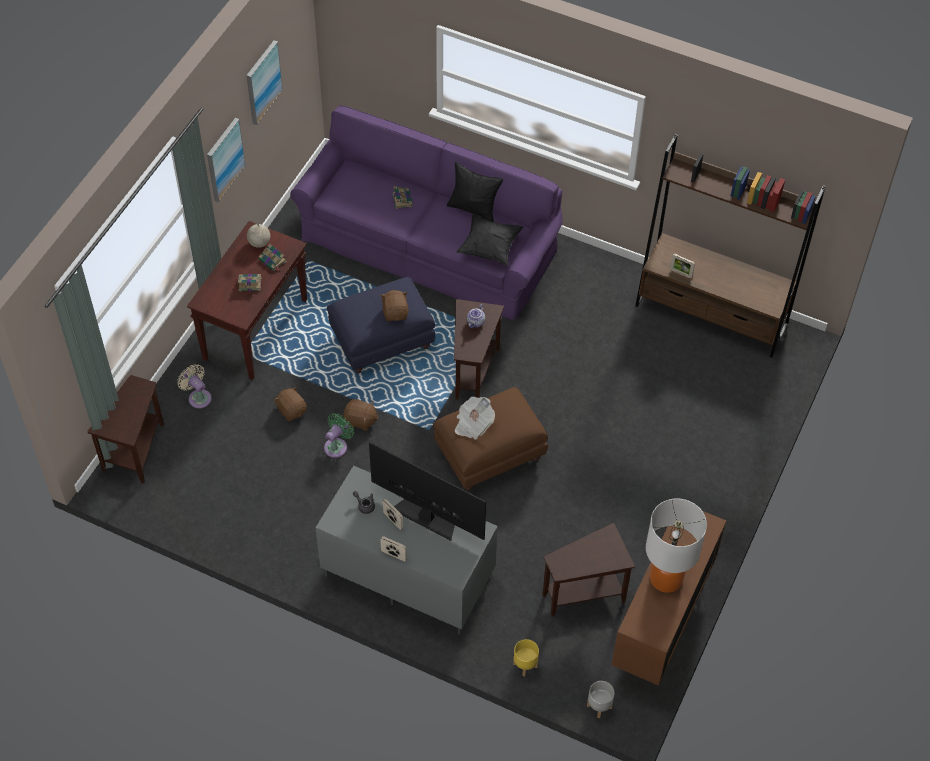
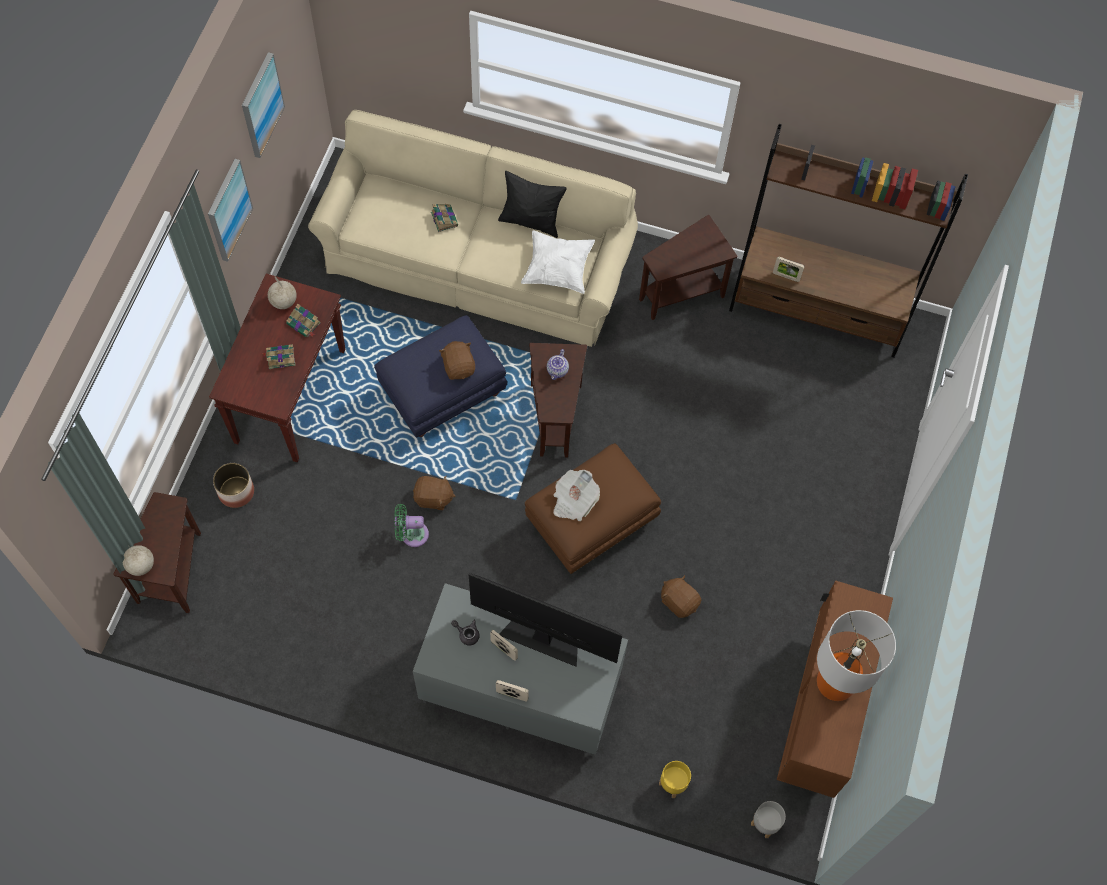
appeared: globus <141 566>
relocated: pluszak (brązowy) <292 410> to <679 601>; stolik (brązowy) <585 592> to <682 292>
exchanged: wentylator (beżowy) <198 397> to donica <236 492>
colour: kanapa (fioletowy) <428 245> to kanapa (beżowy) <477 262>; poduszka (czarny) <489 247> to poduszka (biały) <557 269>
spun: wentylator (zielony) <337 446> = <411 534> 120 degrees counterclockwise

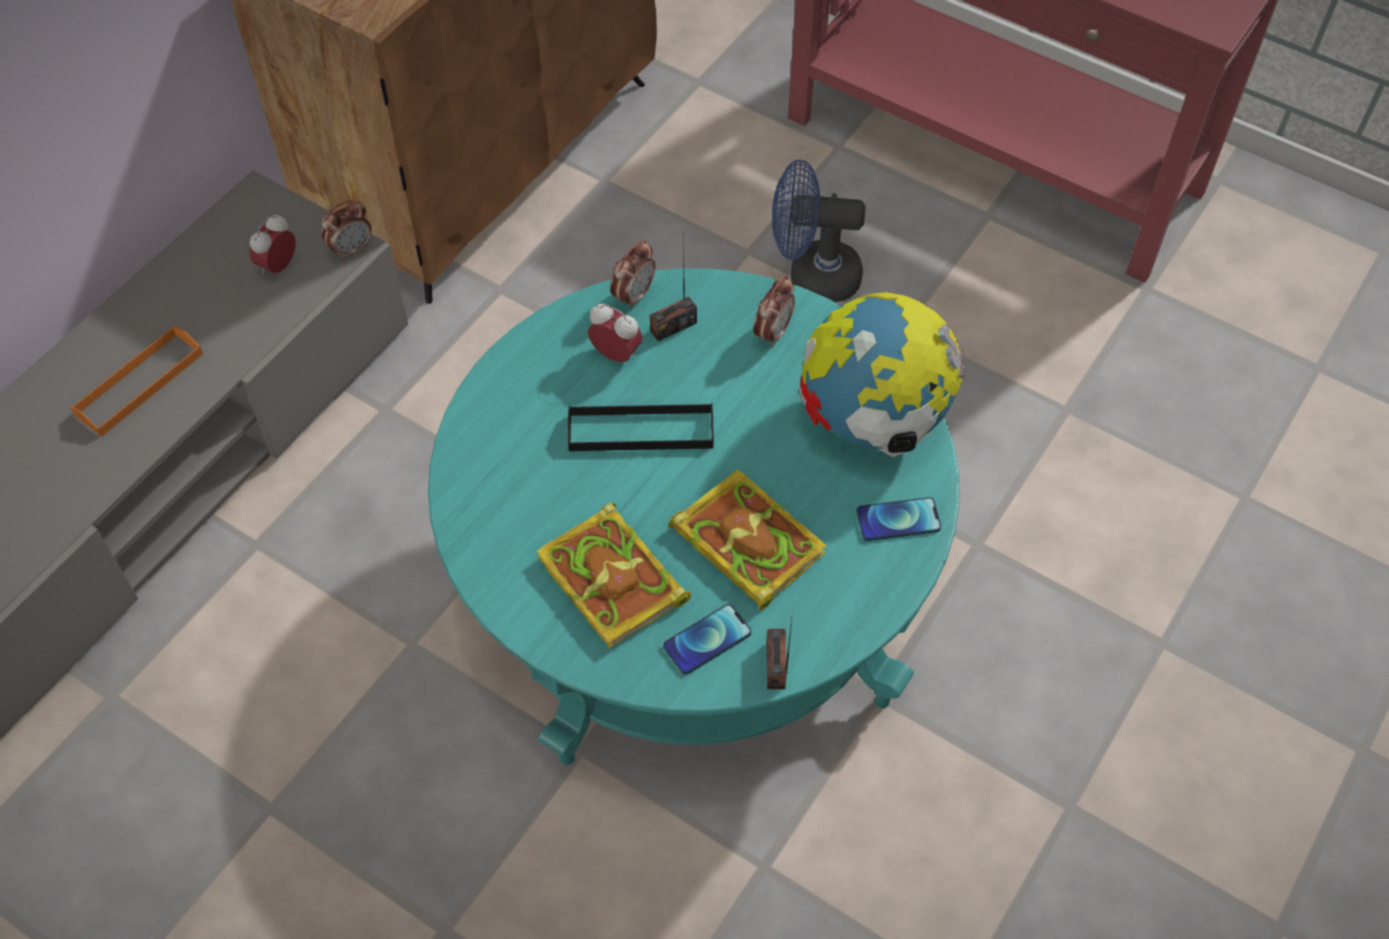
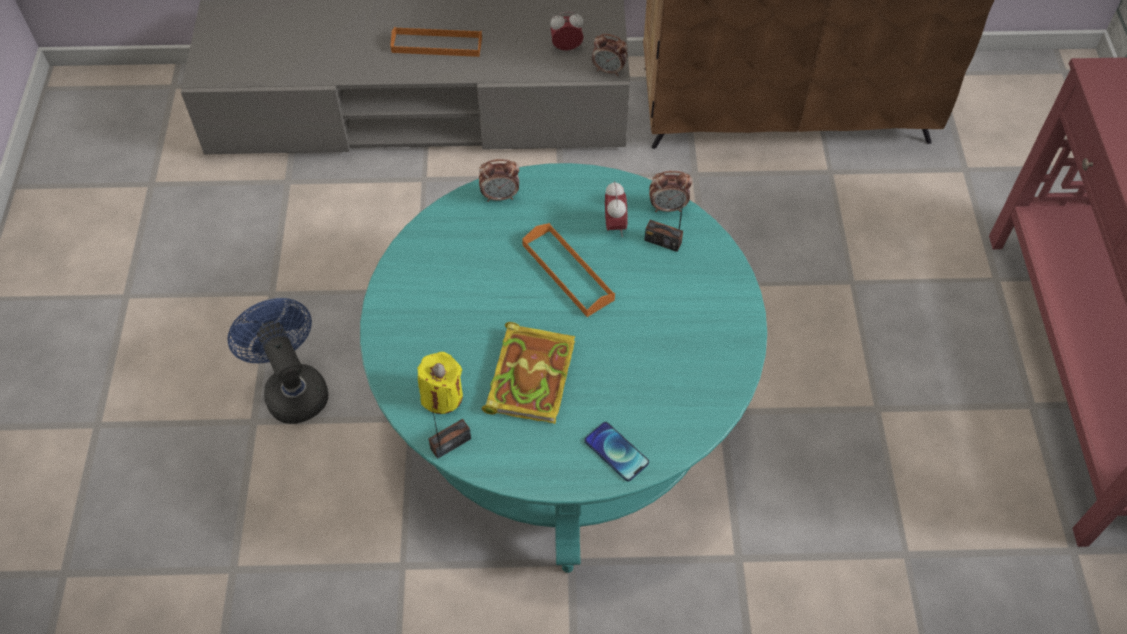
missing: globus <873 420>; książka <615 581>
relocated: wentylator (niebieski) <812 276> to <292 388>; budzik <773 333> to <500 196>
exchanged: telefon <707 640> to świeca (żółty) <442 396>
colour: taca (czarny) <641 431> to taca (pomarańczowy) <567 272>

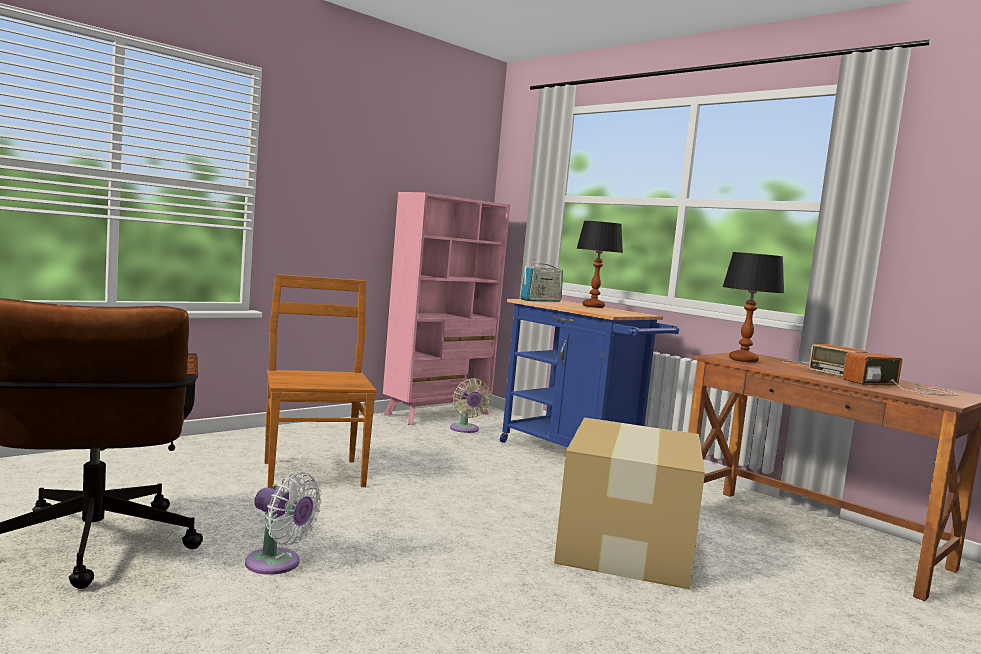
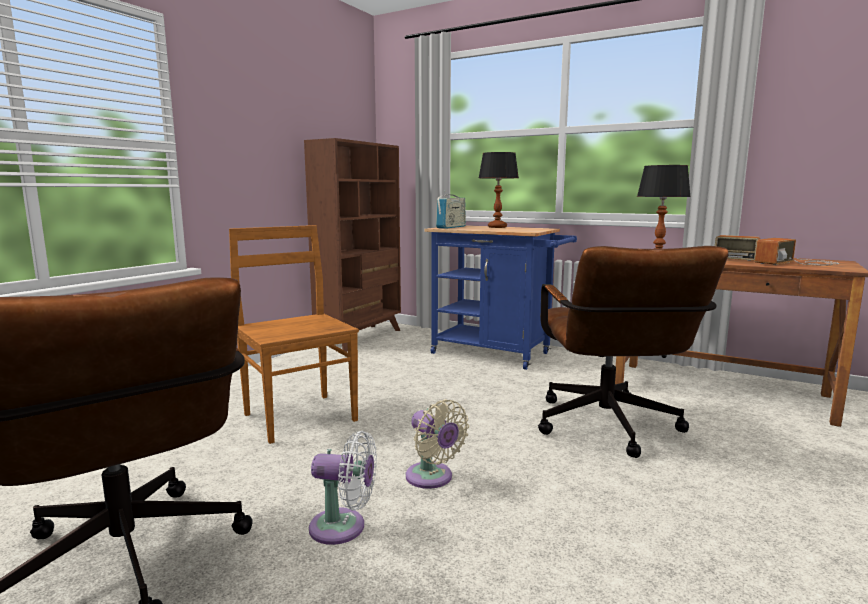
relocated: wentylator (beżowy) <465 429> to <432 478>
exchanged: karton <623 546> to krzesło biurowe (brązowy) <609 430>
colour: regał (różowy) <438 414> to regał (brązowy) <360 337>

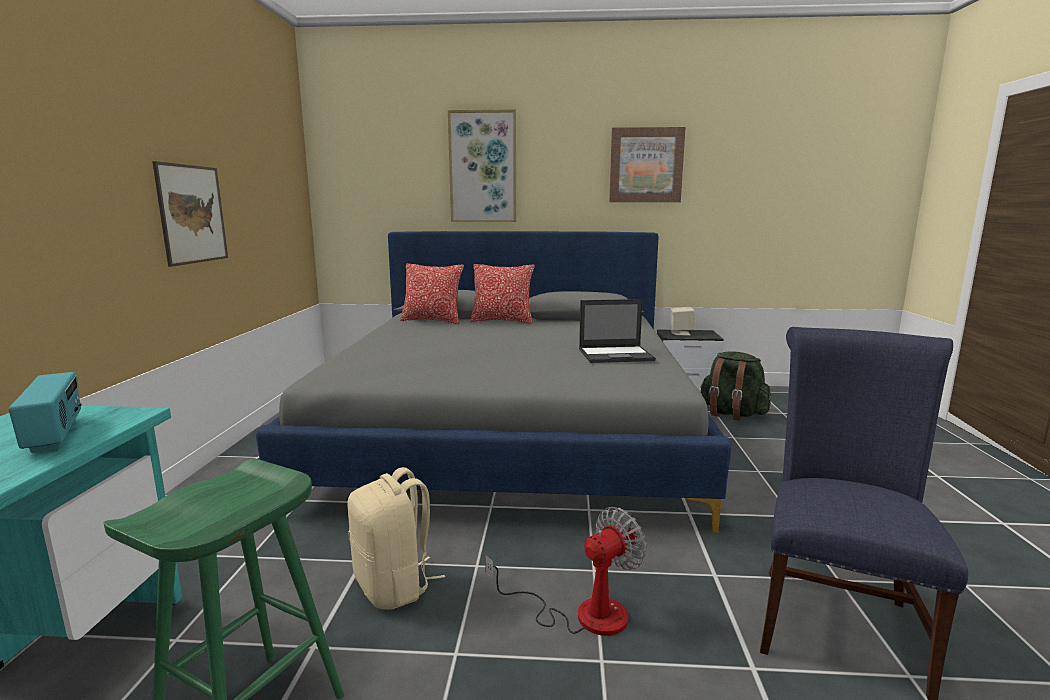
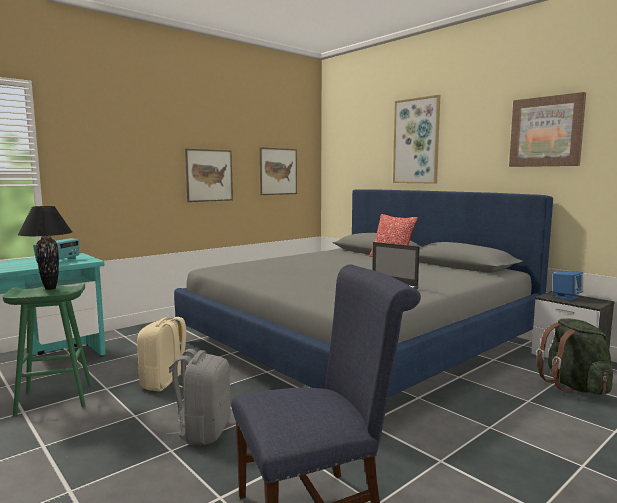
missing: poduszka <432 321>
appeared: obraz <278 171>; lampa stołowa (czarny) <50 288>
exchanged: wentylator <583 614> to plecak (szary) <203 431>
colour: głośnik (beżowy) <681 333> to głośnik (niebieski) <566 297>

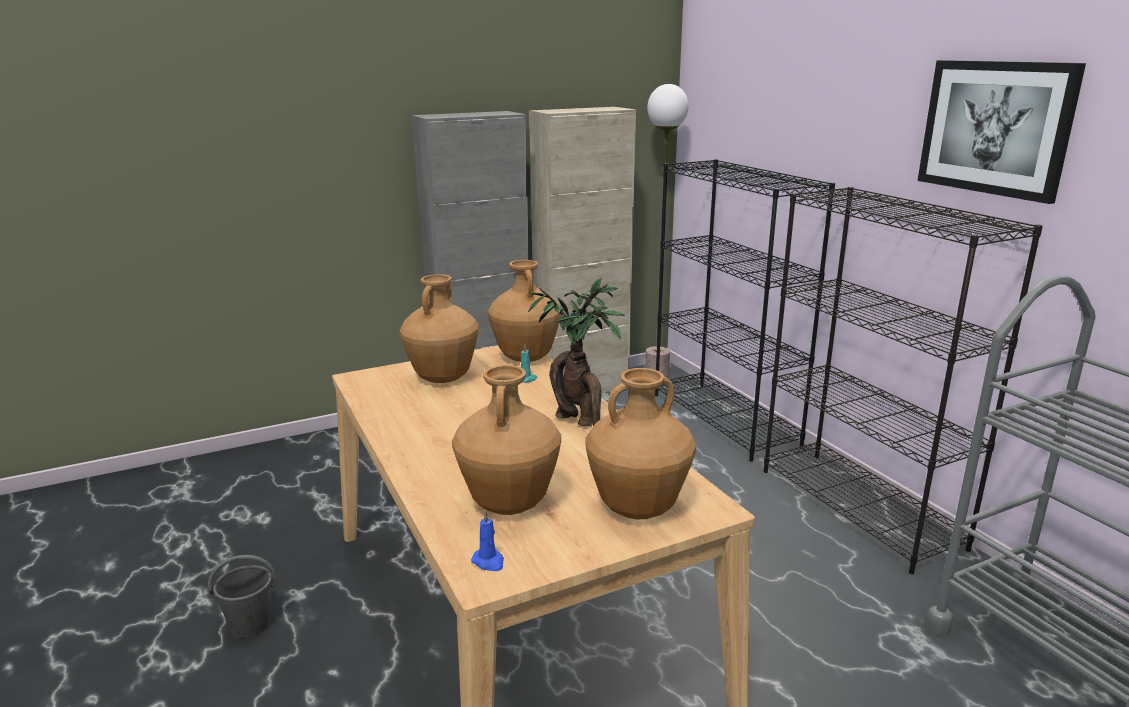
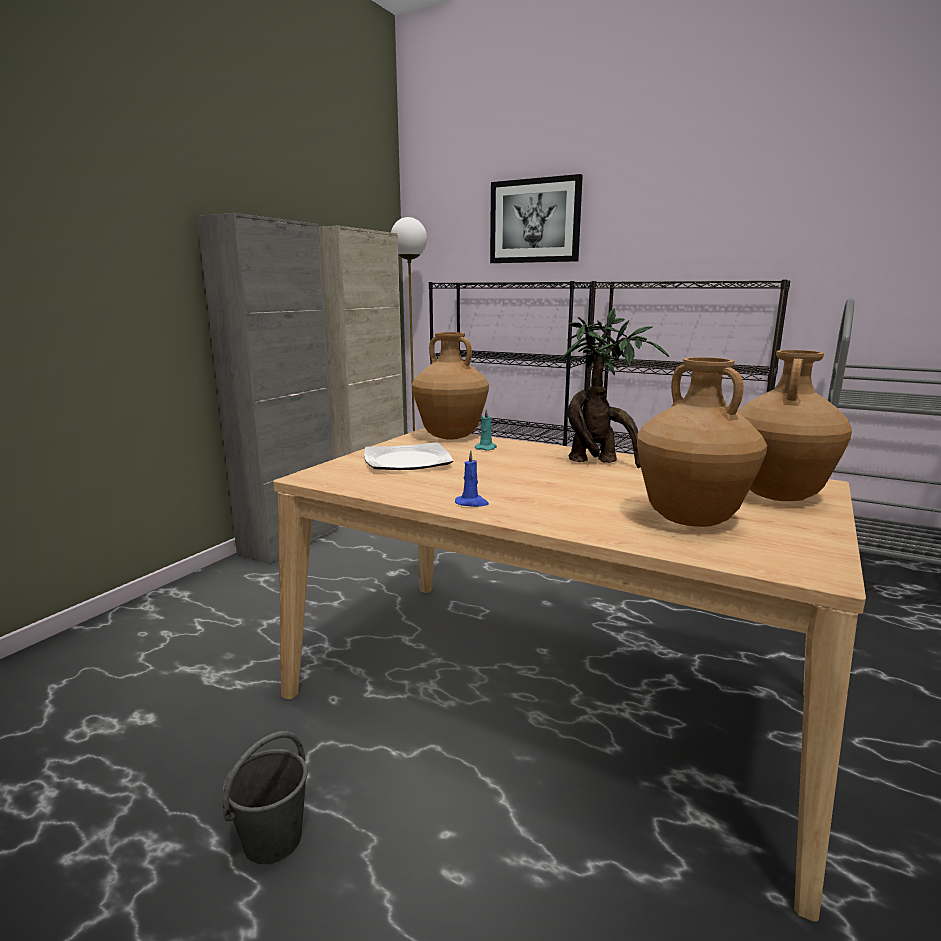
relocated: obraz <995 128> to <535 221>; świeca (niebieski) <489 562> to <472 503>
exchanged: wazon (brązowy) <443 378> to talerz <406 461>

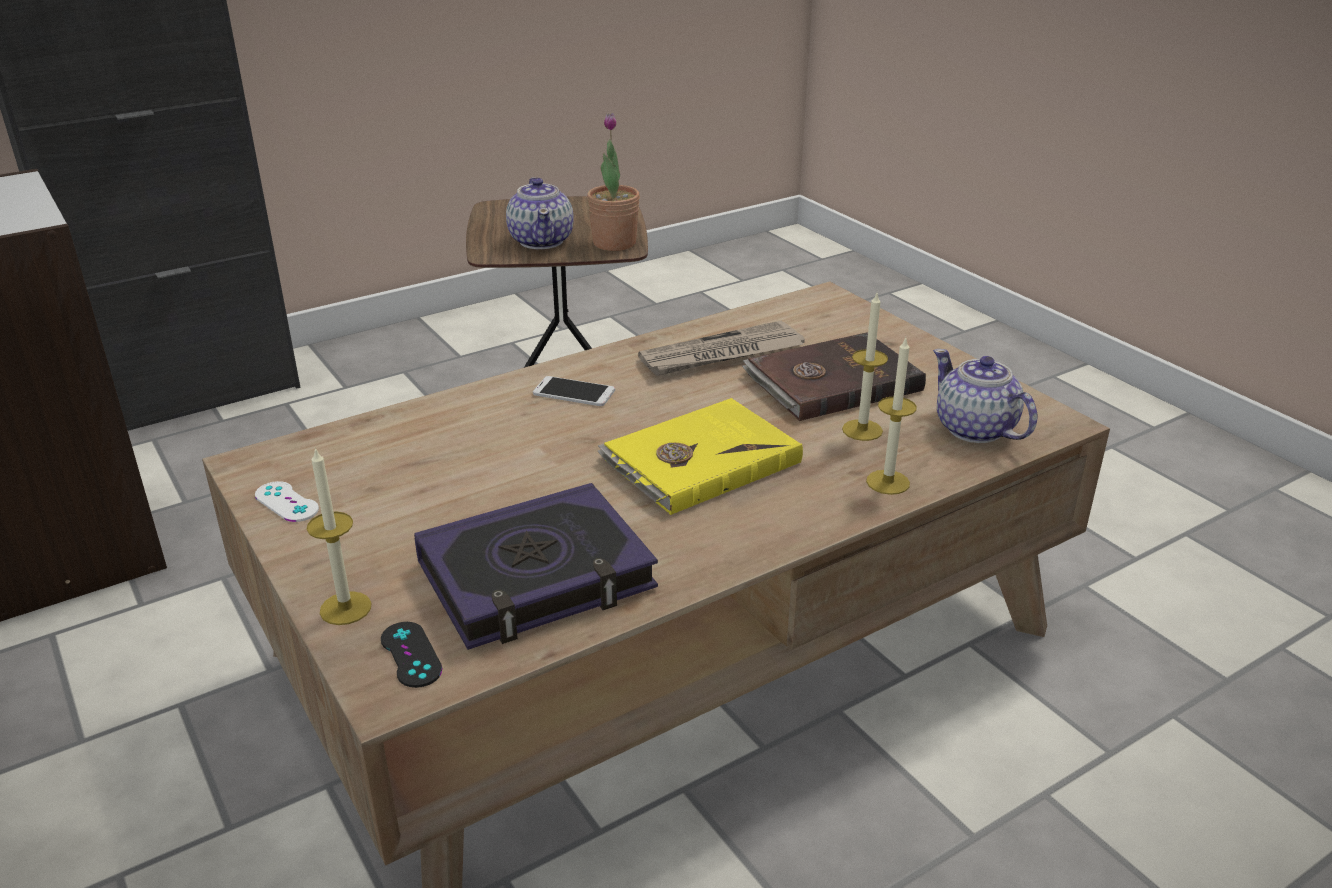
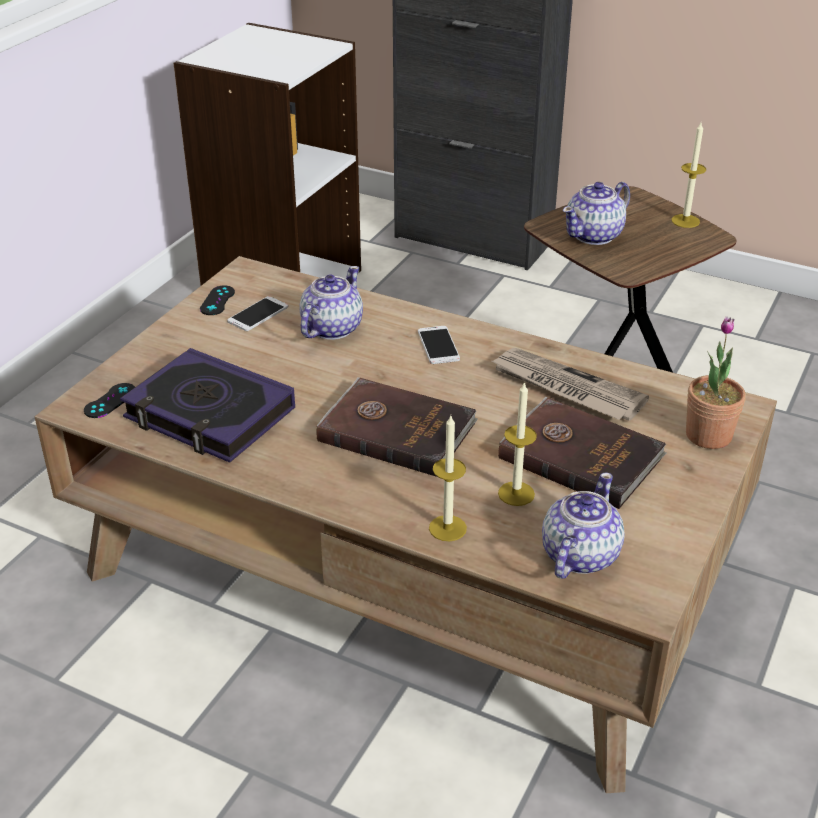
appeared: imbryk <331 328>; telefon <258 314>
relocated: roślina doniczkowa <614 243> to <708 435>; świeca <345 608> to <685 221>
colour: książka (żółty) <699 461> to książka (brązowy) <396 430>; pad do gier (biały) <286 502> to pad do gier (czarny) <217 301>

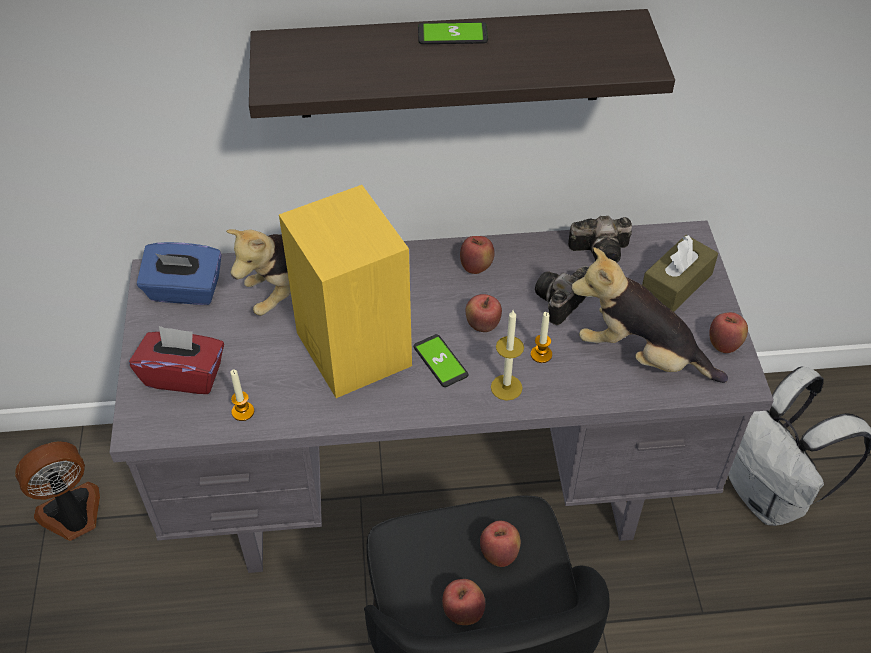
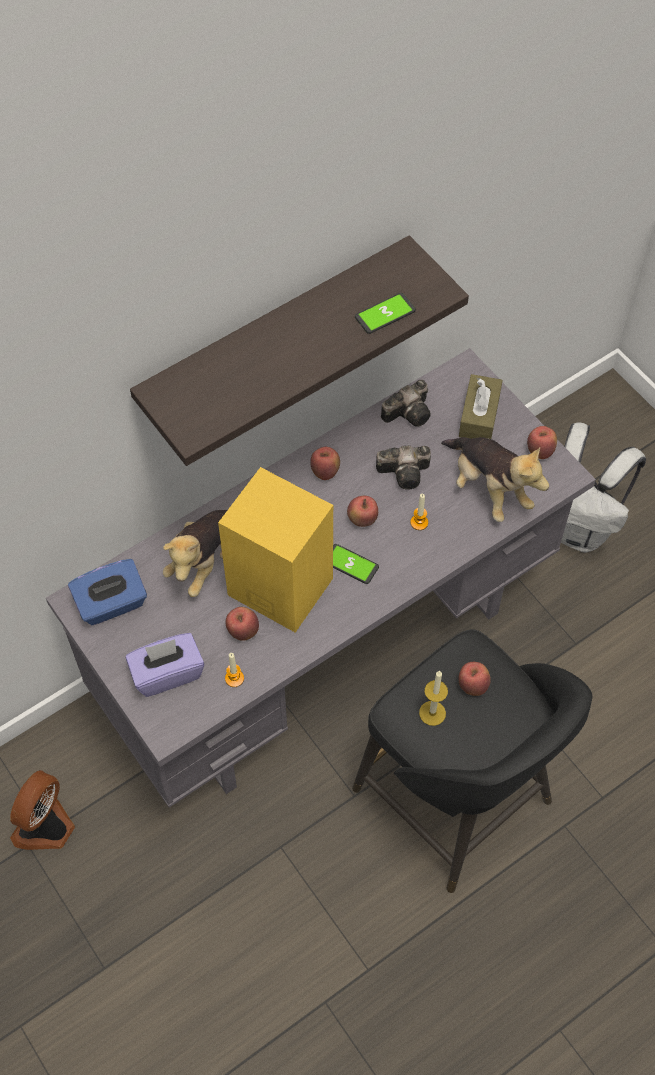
relocated: telefon <452 35> to <385 314>; świeca <506 387> to <432 713>; jabłko <463 612> to <243 631>
colour: pudełko chusteczek (czerwony) <184 375> to pudełko chusteczek (fioletowy) <167 673>
spun: pluszak <640 355> = <488 488> 120 degrees counterclockwise; aparat fotograficzny <560 303> = <406 472> 105 degrees counterclockwise

